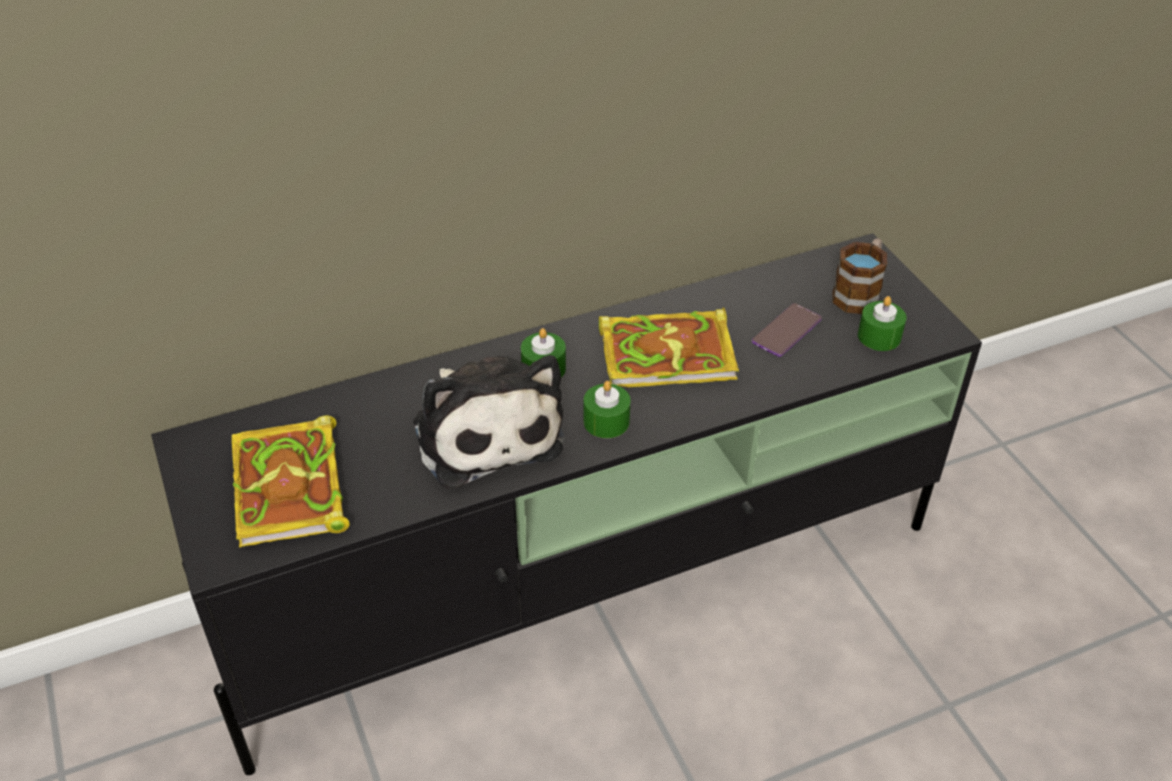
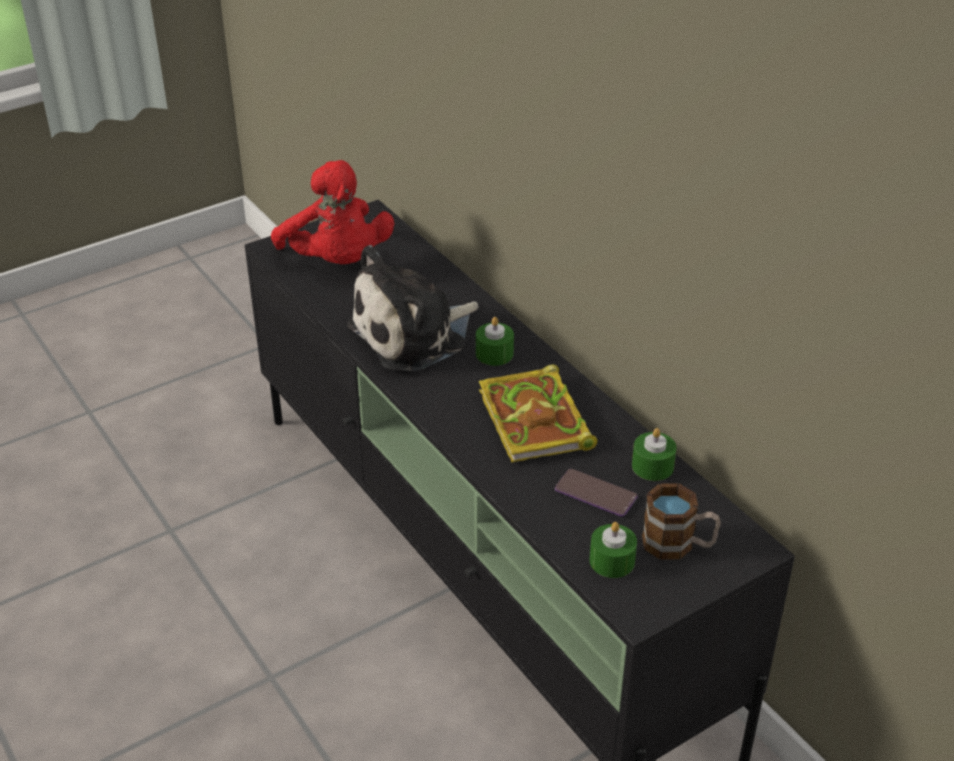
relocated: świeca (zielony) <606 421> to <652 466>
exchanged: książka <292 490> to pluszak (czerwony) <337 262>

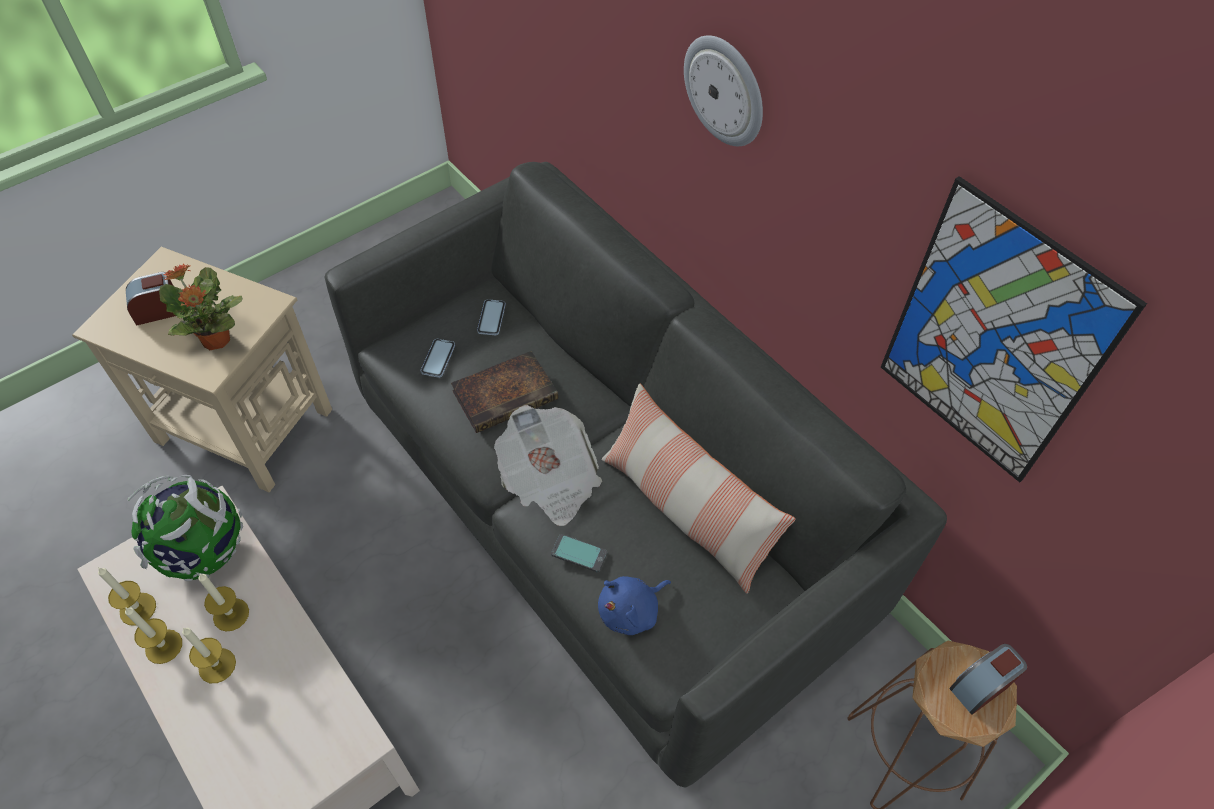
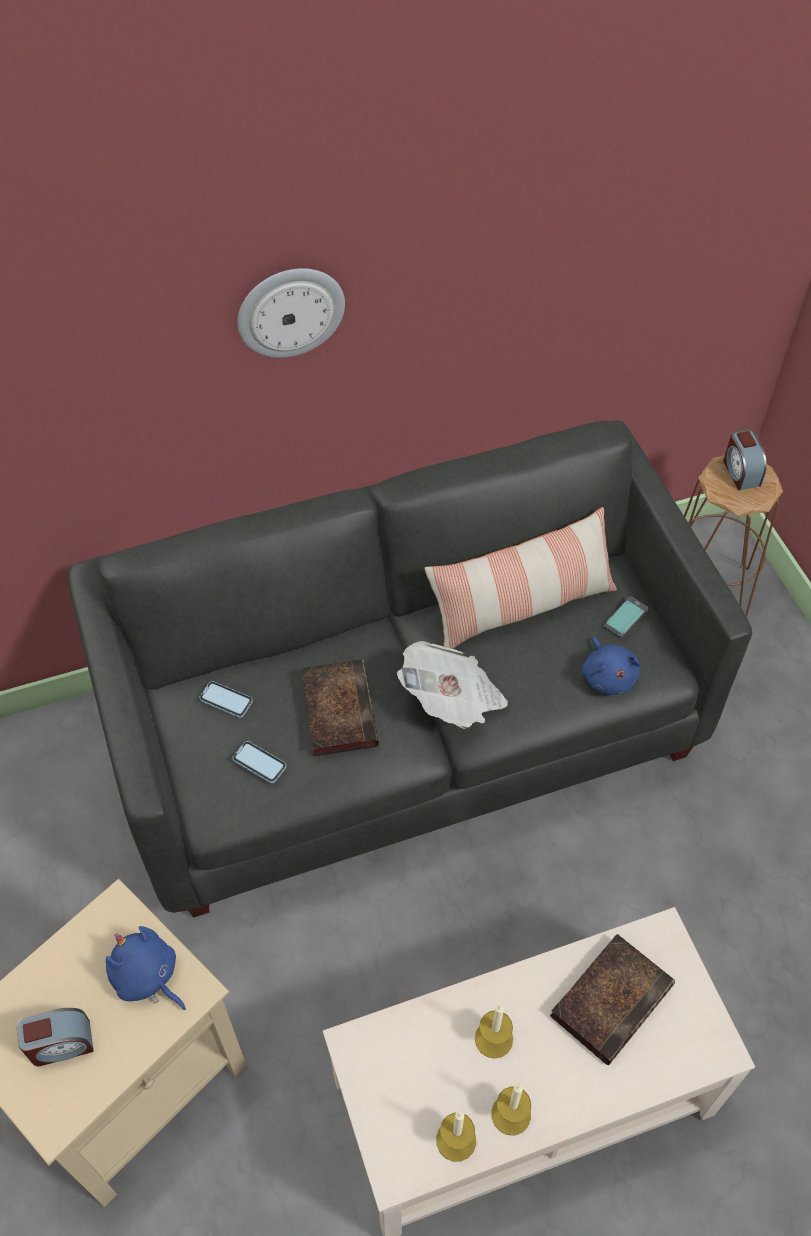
missing: obraz <993 339>; globus <203 553>; świeca <217 665>
appeared: książka <612 998>
relocated: telefon <579 553> to <625 618>
exchanged: roślina doniczkowa <216 341> to pluszak (niebieski) <147 977>
spun: budzik <158 310> = <61 1044> 105 degrees counterclockwise

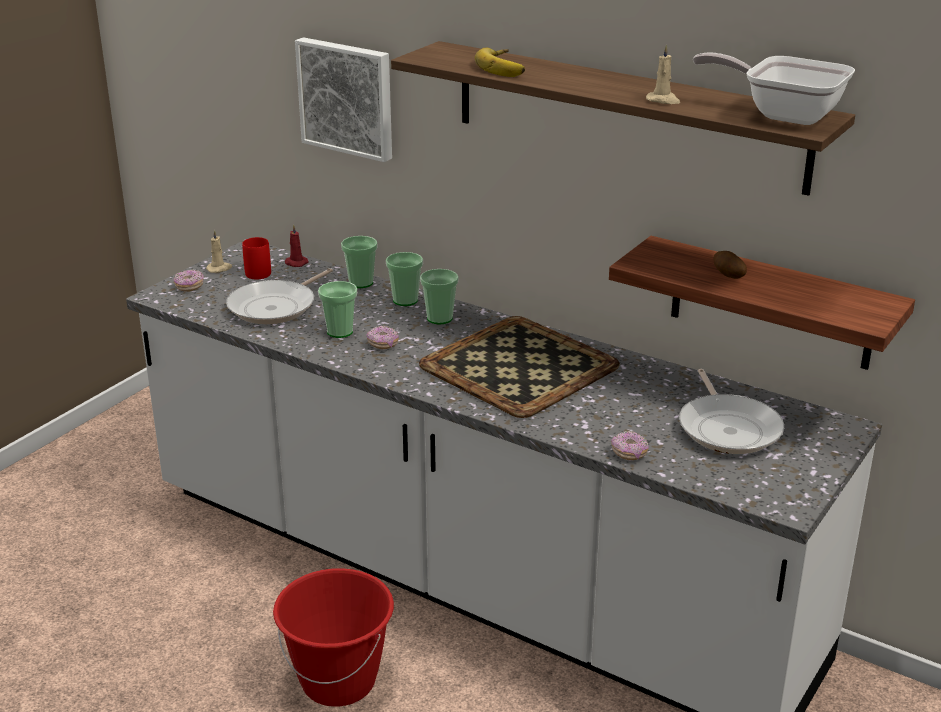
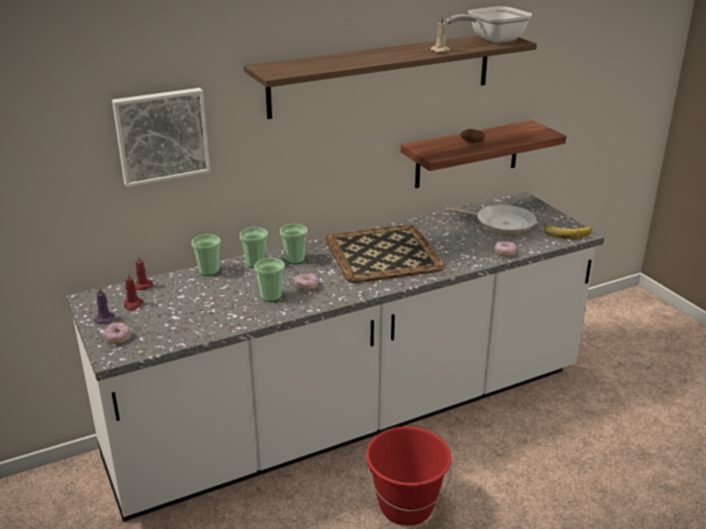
missing: patelnia <276 307>
relocated: banan <506 67> to <566 232>
exchanged: kubek (czerwony) <255 271> to świeca (czerwony) <132 305>
colour: świeca (beżowy) <219 269> to świeca (fioletowy) <105 318>

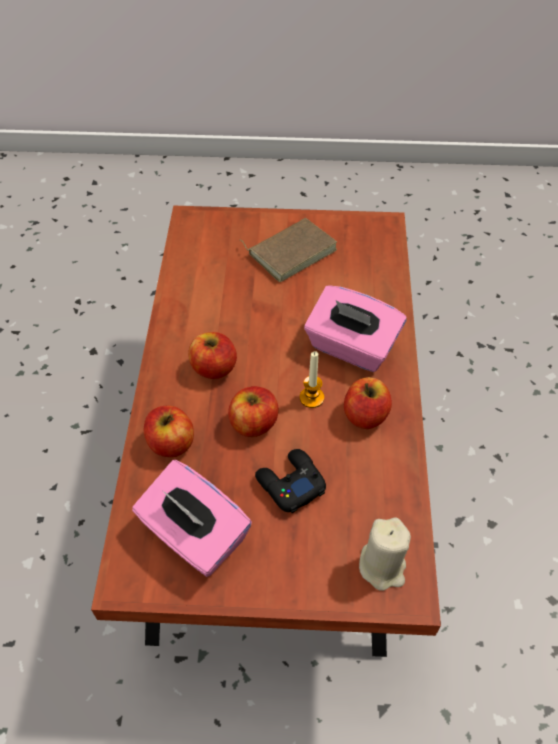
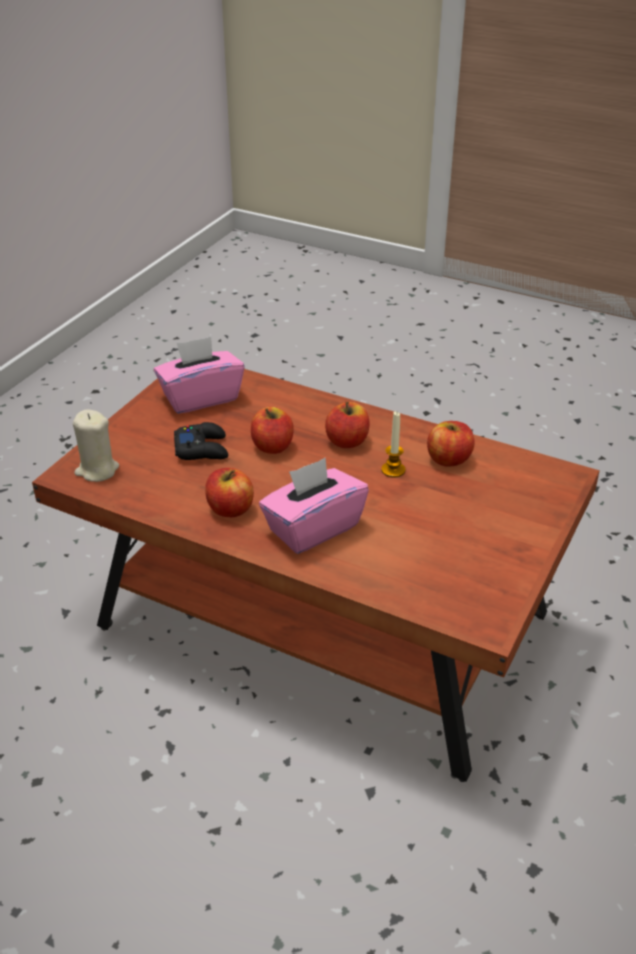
missing: książka (brązowy) <291 251>
relocated: świeca <311 398> to <393 470>; jabłko <171 443> to <448 459>

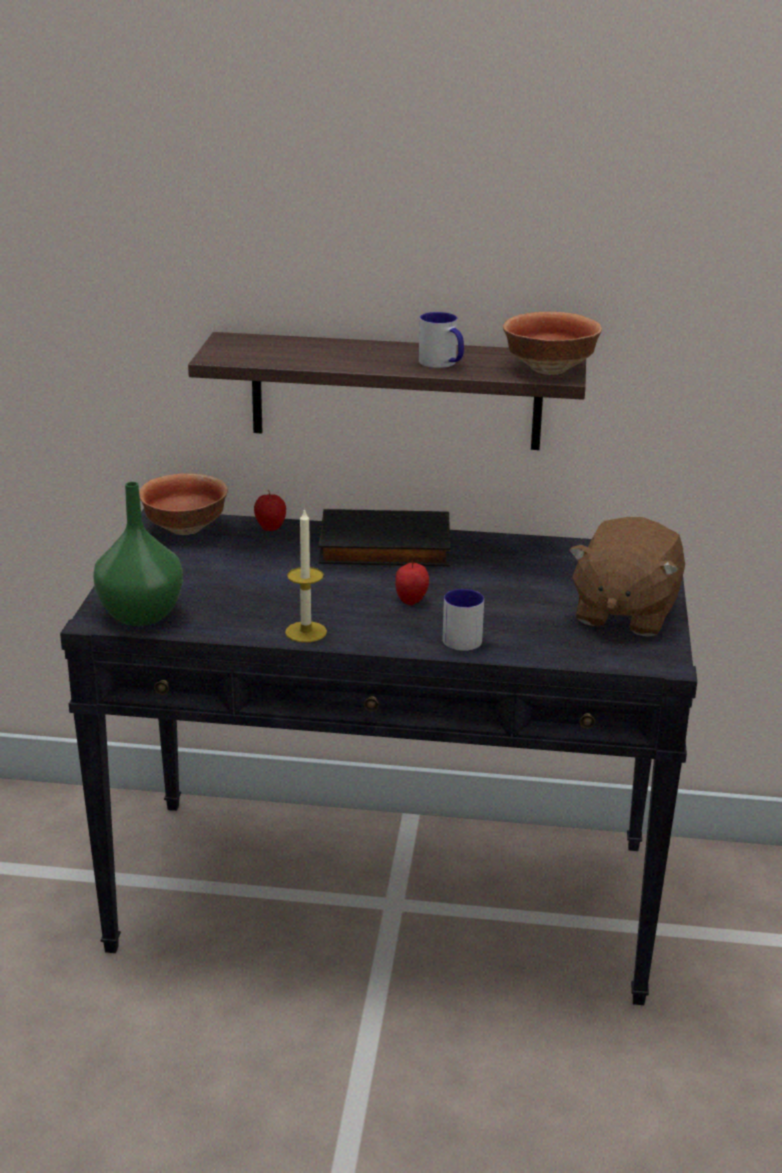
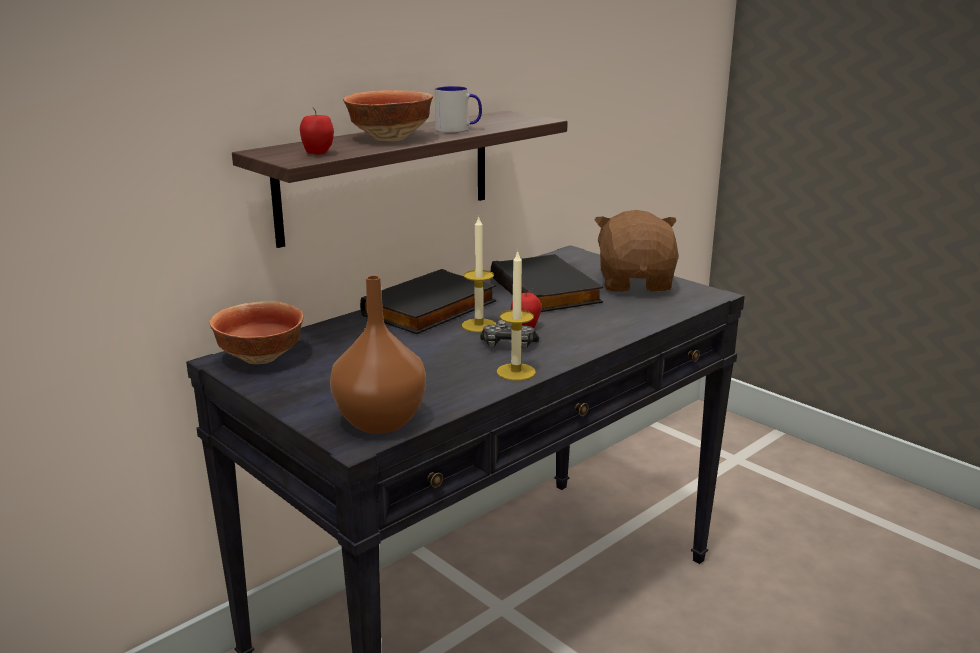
missing: kubek <462 637>
appeared: świeca <479 325>; książka (czarny) <547 290>; pad do gier <508 345>
relocated: miska <548 370> to <390 139>; jabłko <270 529> to <318 154>
colour: wazon (zielony) <143 615> to wazon (brązowy) <381 421>
spun: pluszak (brązowy) <624 613> = <636 283> 150 degrees counterclockwise

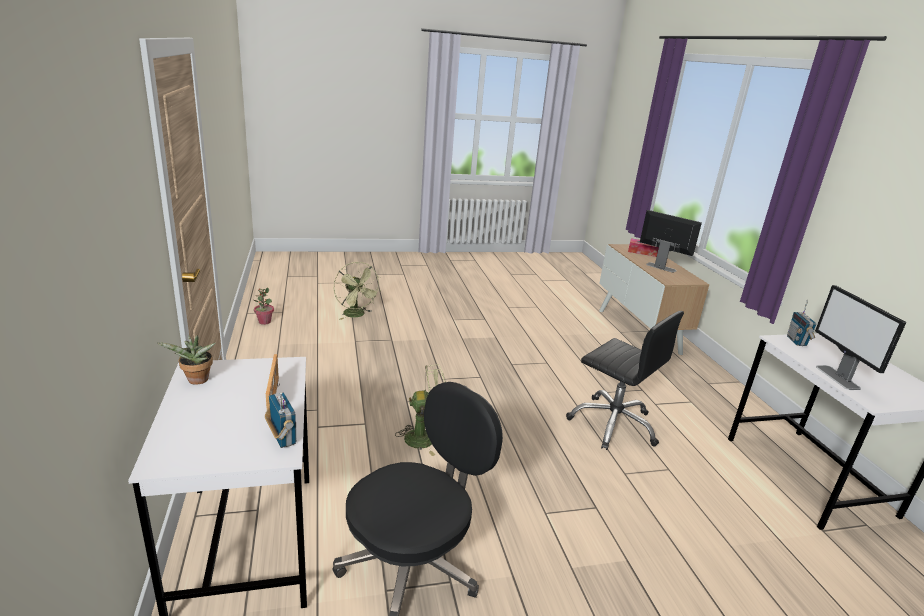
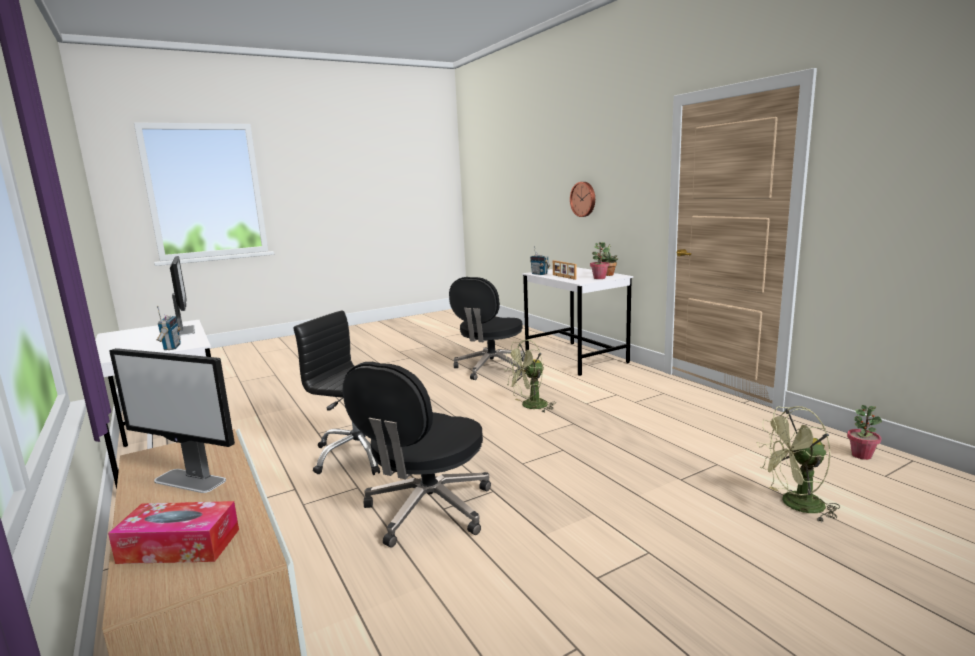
appeared: zegar ścienny <583 199>; roślina doniczkowa <599 278>; krzesło biurowe (czarny) <427 510>
spun: wentylator (zielony) <357 315> = <795 505> 45 degrees counterclockwise

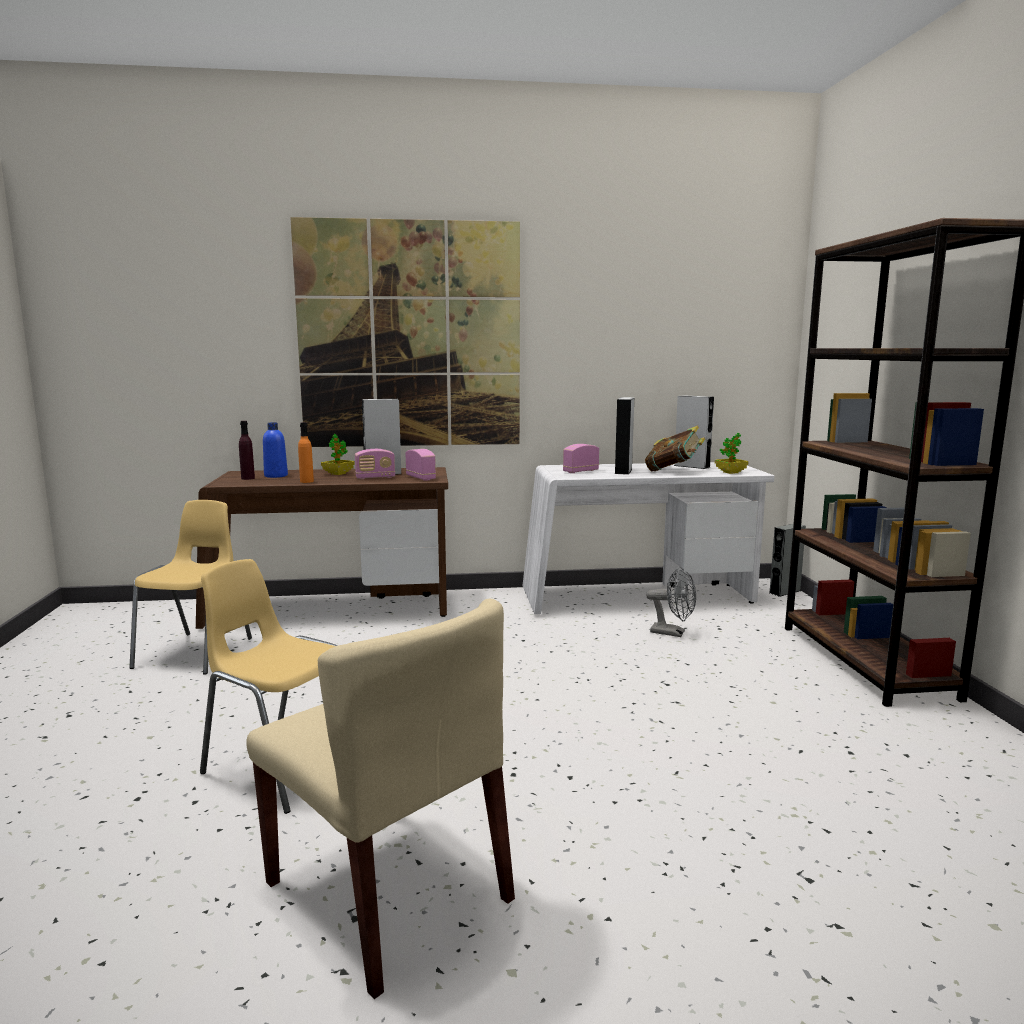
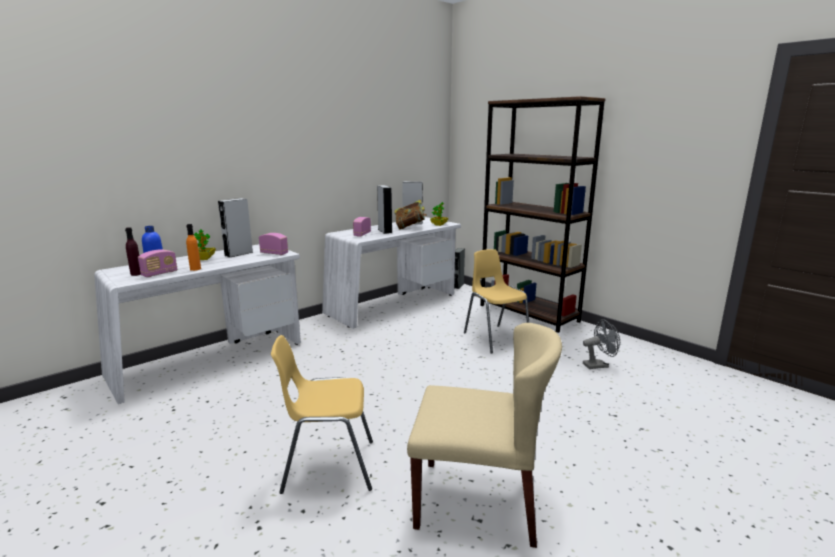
missing: obraz <410 336>
relocated: radio <375 478> to <159 274>; krzesło (żółty) <196 652> to <495 338>; wentylator (szary) <673 633> to <599 365>
colour: biurko (brązowy) <331 610> to biurko (biały) <211 360>

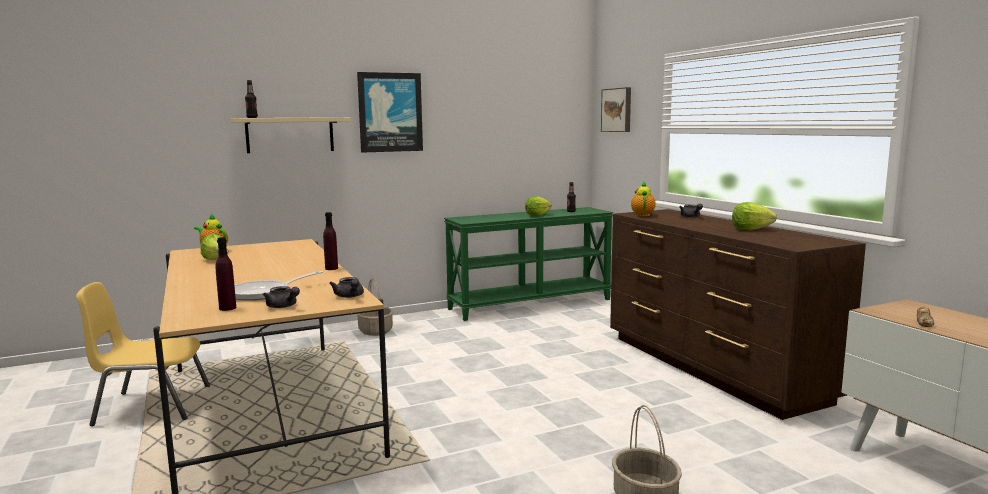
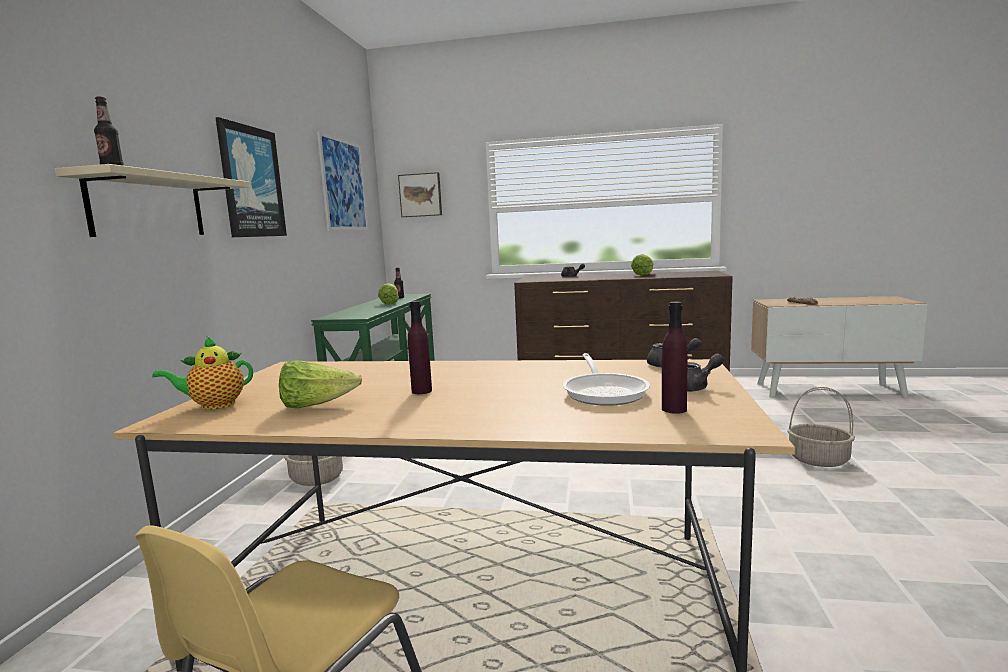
missing: imbryk <642 215>
appeared: obraz <344 185>
relocated: butelka (fioletowy) <331 268> to <421 391>

